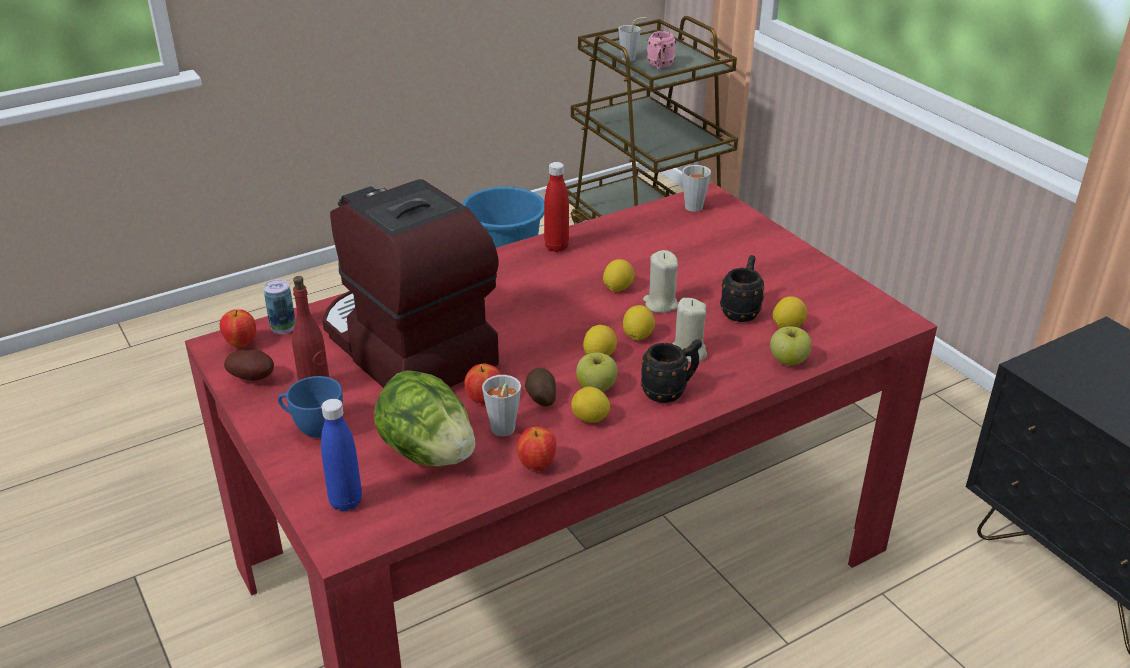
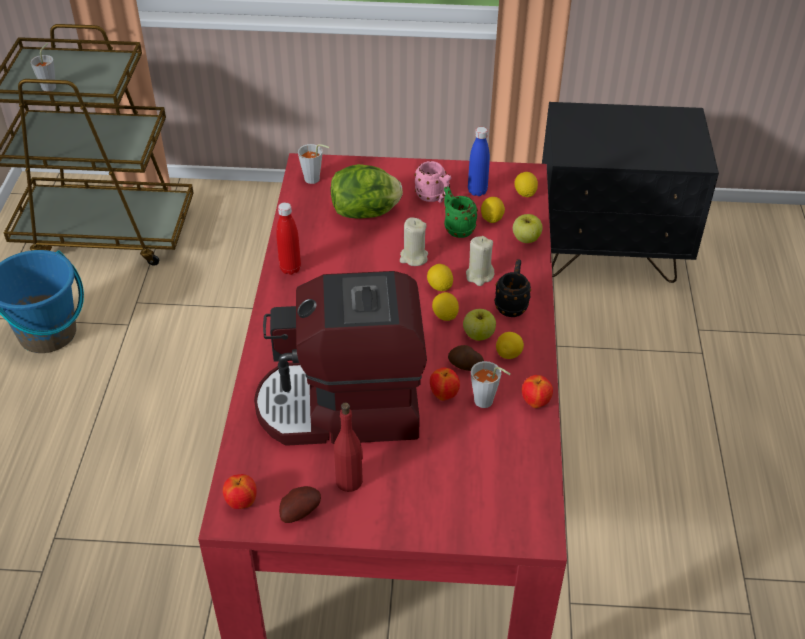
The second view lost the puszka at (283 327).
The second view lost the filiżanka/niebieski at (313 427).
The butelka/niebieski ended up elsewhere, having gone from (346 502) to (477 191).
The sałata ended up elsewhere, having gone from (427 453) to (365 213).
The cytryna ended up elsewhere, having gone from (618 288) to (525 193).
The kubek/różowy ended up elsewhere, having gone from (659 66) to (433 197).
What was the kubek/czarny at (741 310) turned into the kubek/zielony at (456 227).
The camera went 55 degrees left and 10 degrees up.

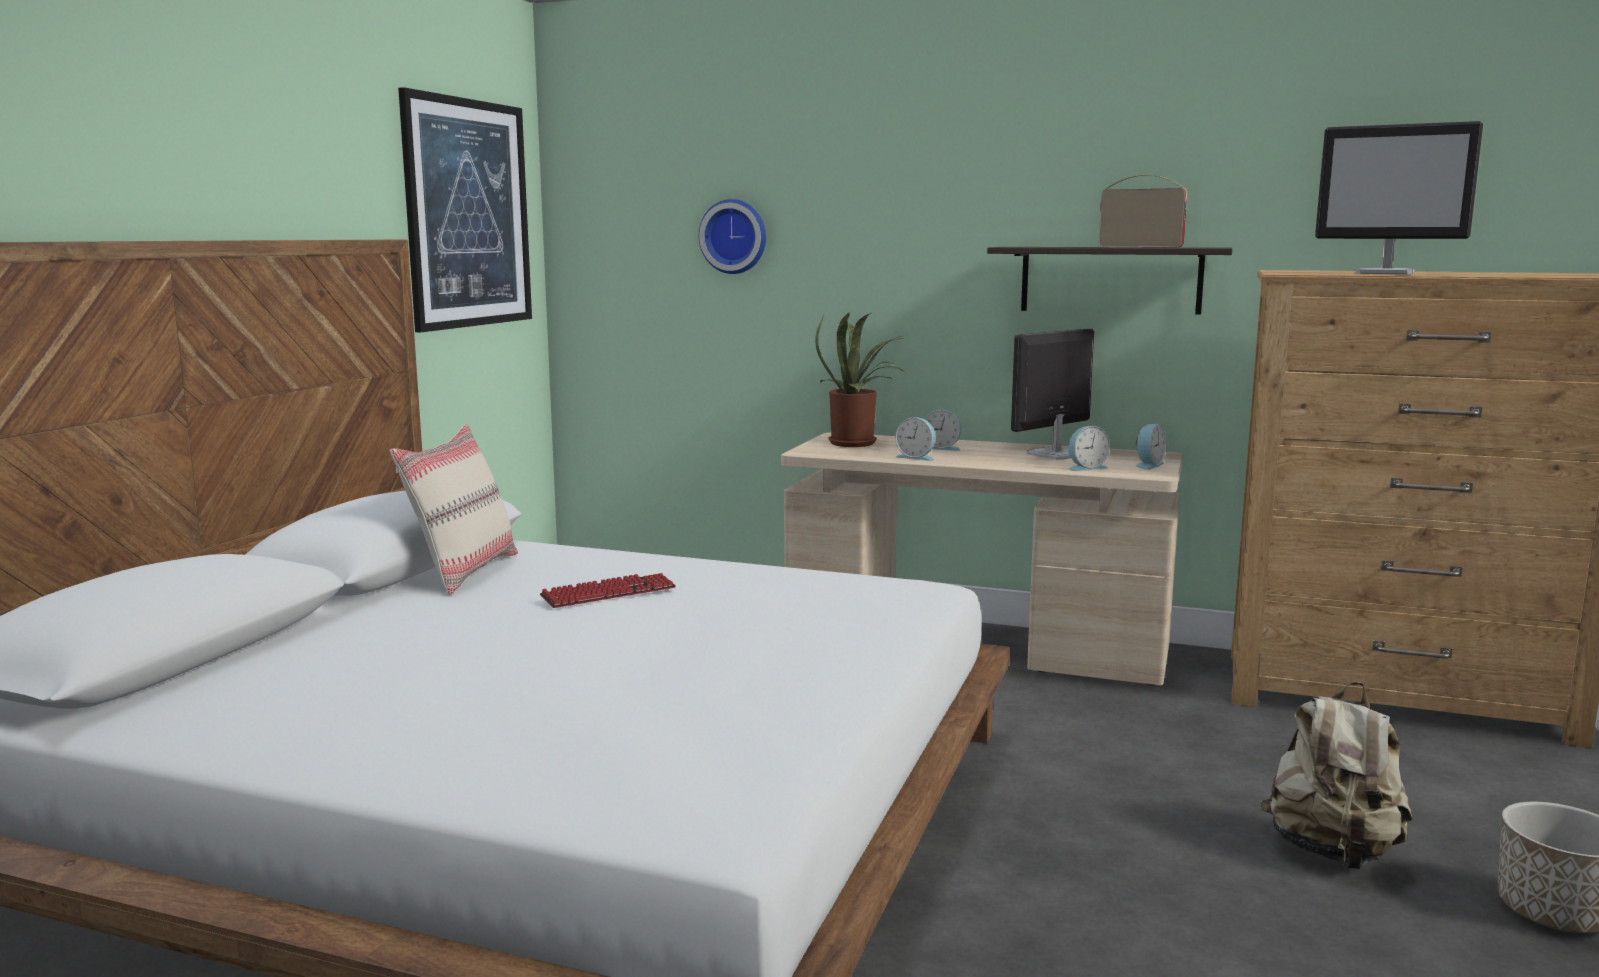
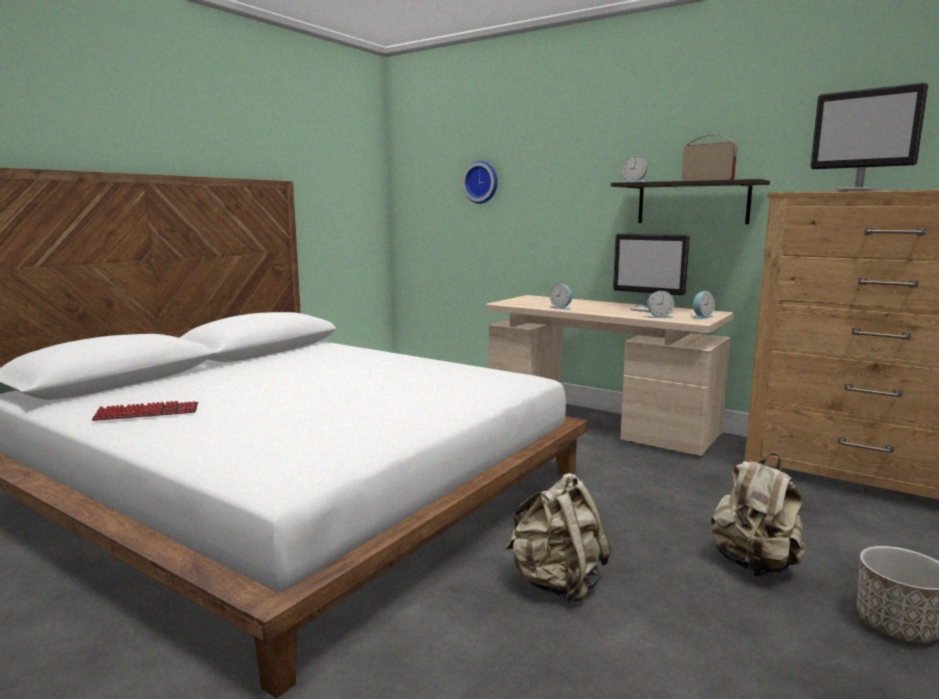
The second view lost the poduszka/beżowy at (463 572).
The second view lost the obraz at (468 214).
The second view lost the roślina doniczkowa at (858 443).
The second view gained the plecak/beżowy at (557 584).
The klawiatura ended up elsewhere, having gone from (609 593) to (147 413).
The budzik ended up elsewhere, having gone from (942 448) to (634 182).
The monitor at (1054 455) ended up facing another way, 120 degrees counterclockwise from before.
The camera went 15 degrees right and 0 degrees up.

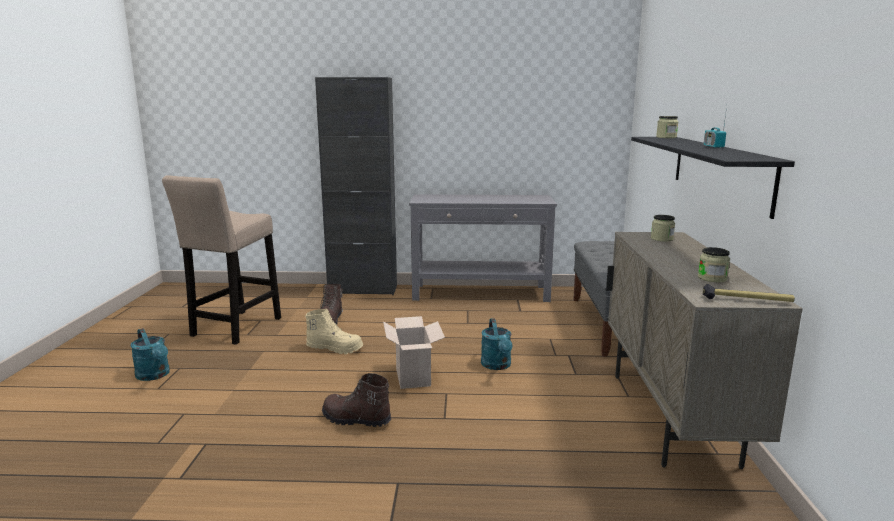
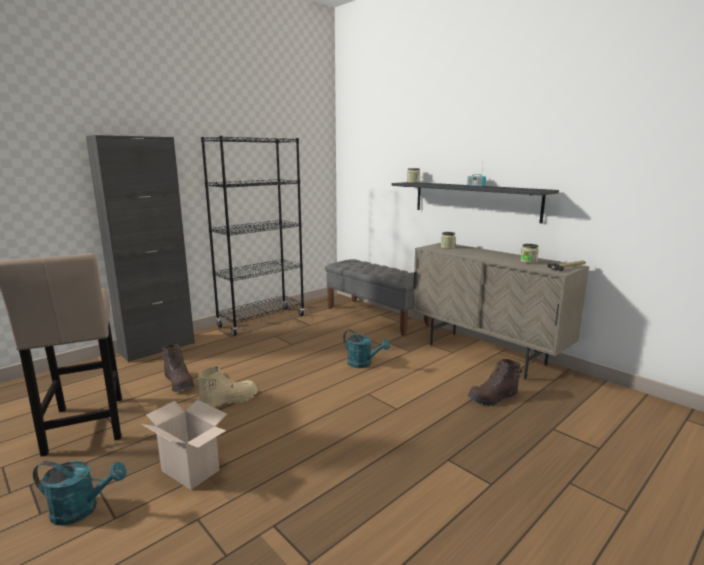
The but z cholewką/brązowy ended up elsewhere, having gone from (355 420) to (493 398).
The karton ended up elsewhere, having gone from (414 378) to (192 470).
Where the stolik konsolowy/szary stood at (481 293), the regał/czarny came to stand at (262 321).
The camera went 45 degrees left and 0 degrees up.

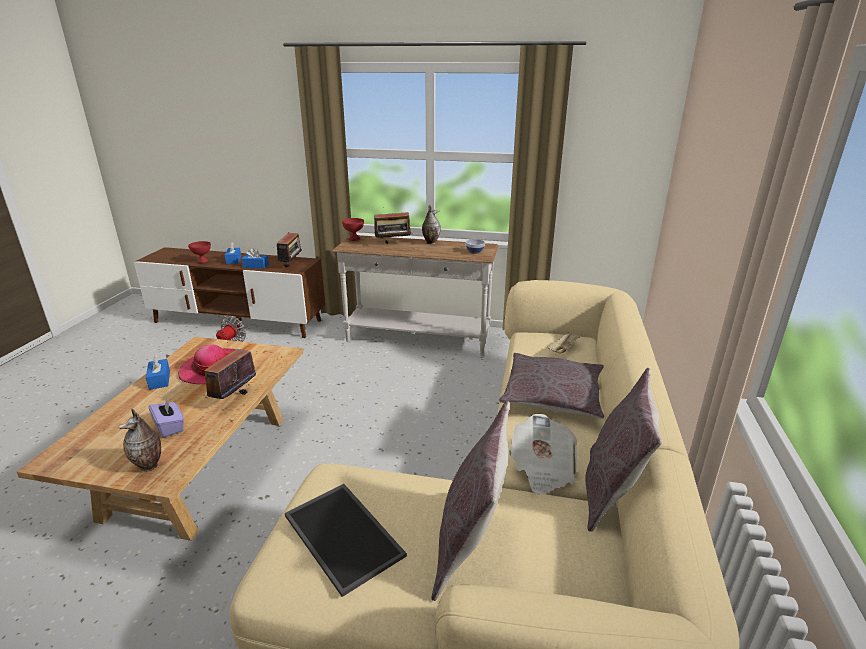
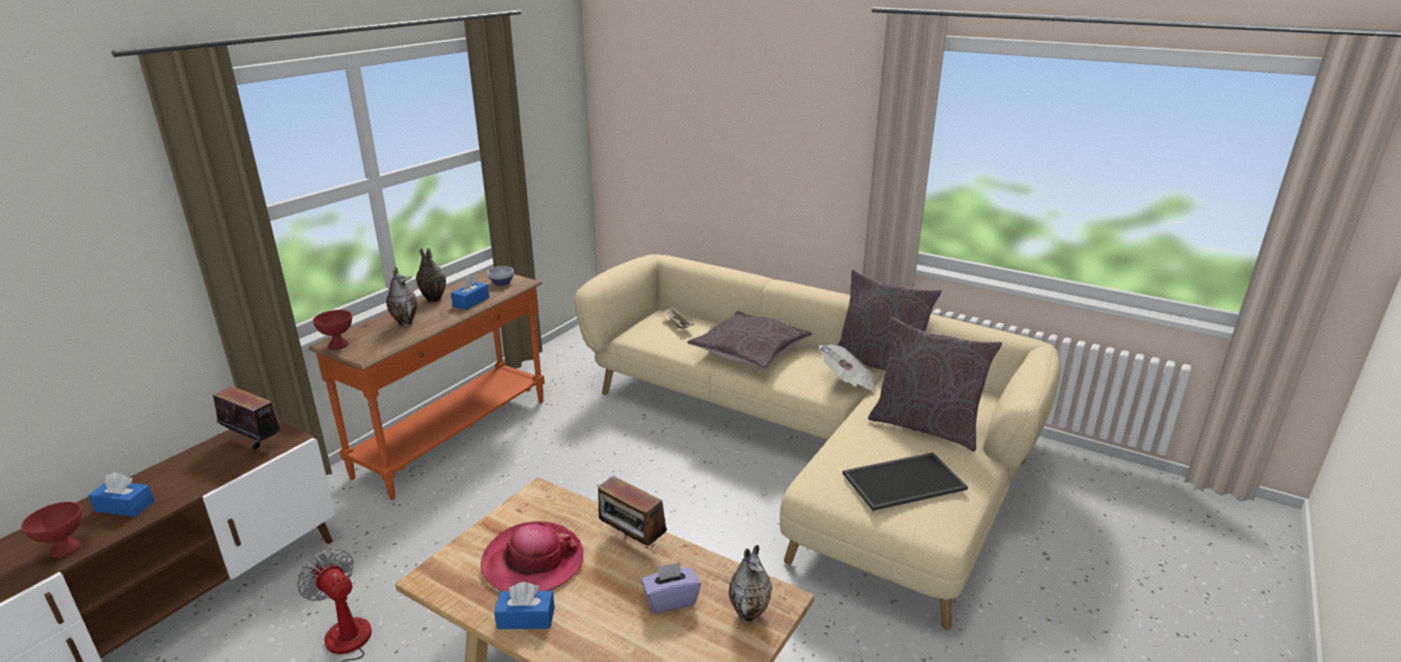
The pudełko chusteczek/niebieski ended up elsewhere, having gone from (256 266) to (471 302).
Where the radio stood at (393 244), the wazon came to stand at (405 322).
What was the stolik konsolowy/biały at (417 339) turned into the stolik konsolowy/pomarańczowy at (455 438).
The camera went 70 degrees left and 0 degrees up.

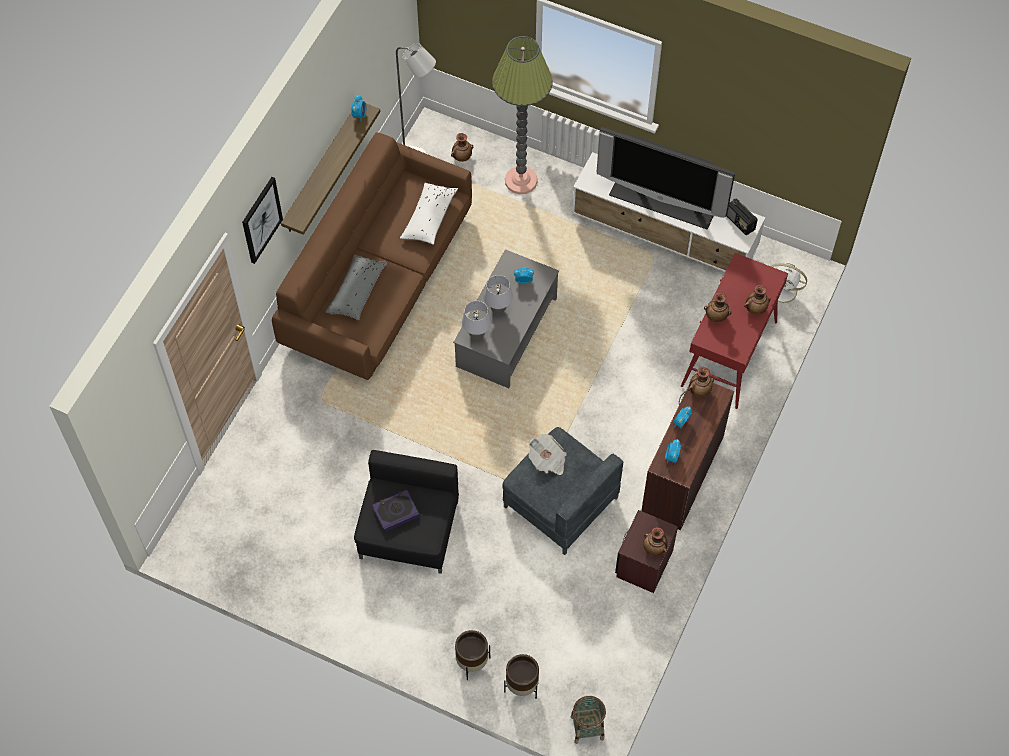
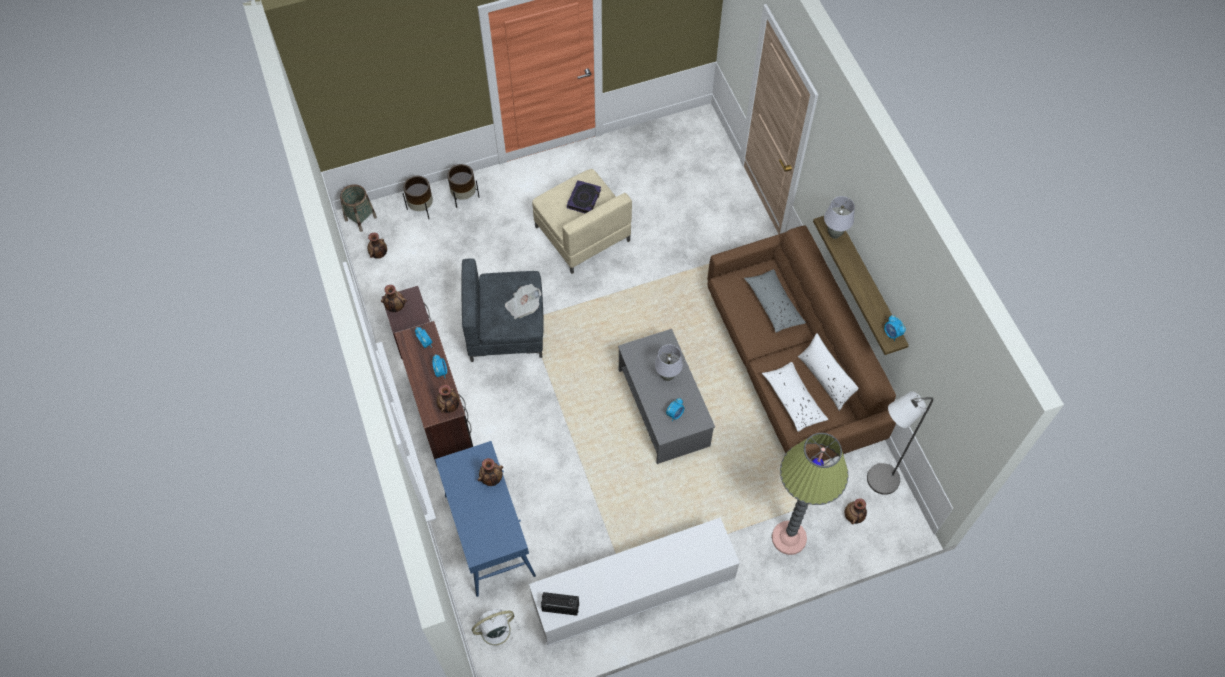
The second view lost the obraz at (261 220).
The second view lost the telewizor at (664 200).
The second view gained the poduszka/biały at (825 379).
The lampa stołowa/szary ended up elsewhere, having gone from (477 335) to (834 234).
The wazon ended up elsewhere, having gone from (755 308) to (379 254).
What was the fotel/czarny at (408 530) turned into the fotel/beżowy at (582 233).
What was the stolik konsolowy/czerwony at (729 354) turned into the stolik konsolowy/niebieski at (489 535).
The camera went 135 degrees right and 0 degrees up.

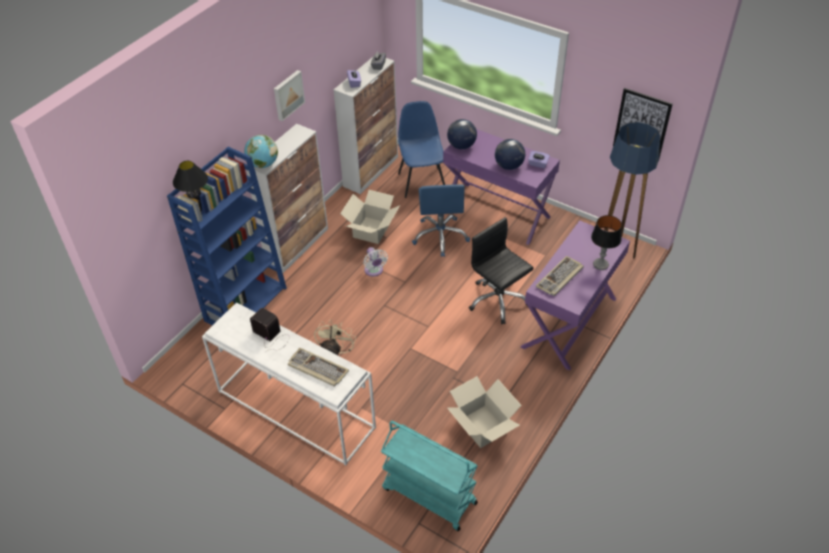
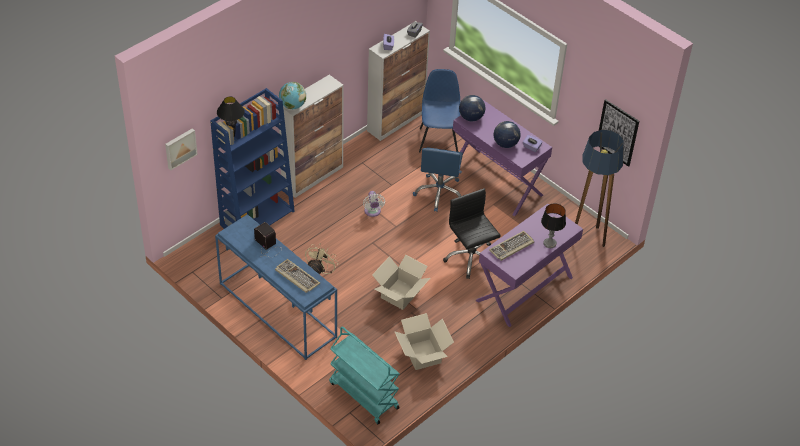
The obraz ended up elsewhere, having gone from (288 95) to (180 148).
The karton ended up elsewhere, having gone from (372 230) to (400 294).
What was the stolik konsolowy/biały at (294 409) turned into the stolik konsolowy/niebieski at (276 310).
The camera went 10 degrees right and 0 degrees up.

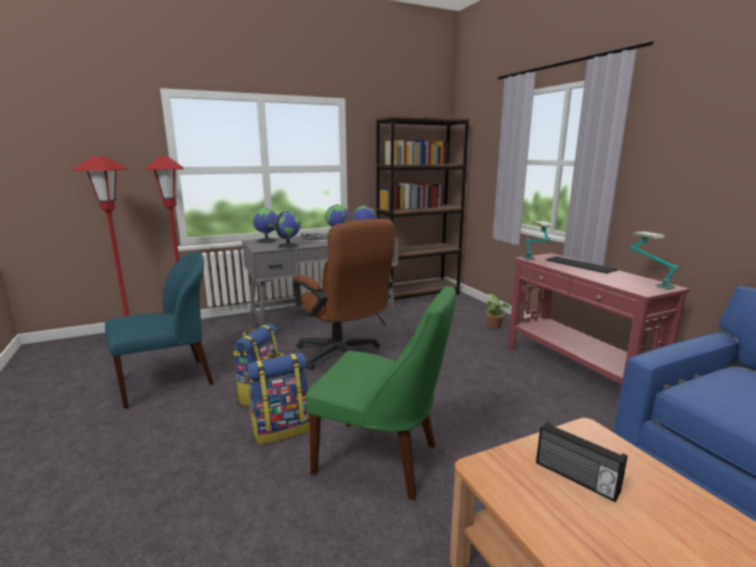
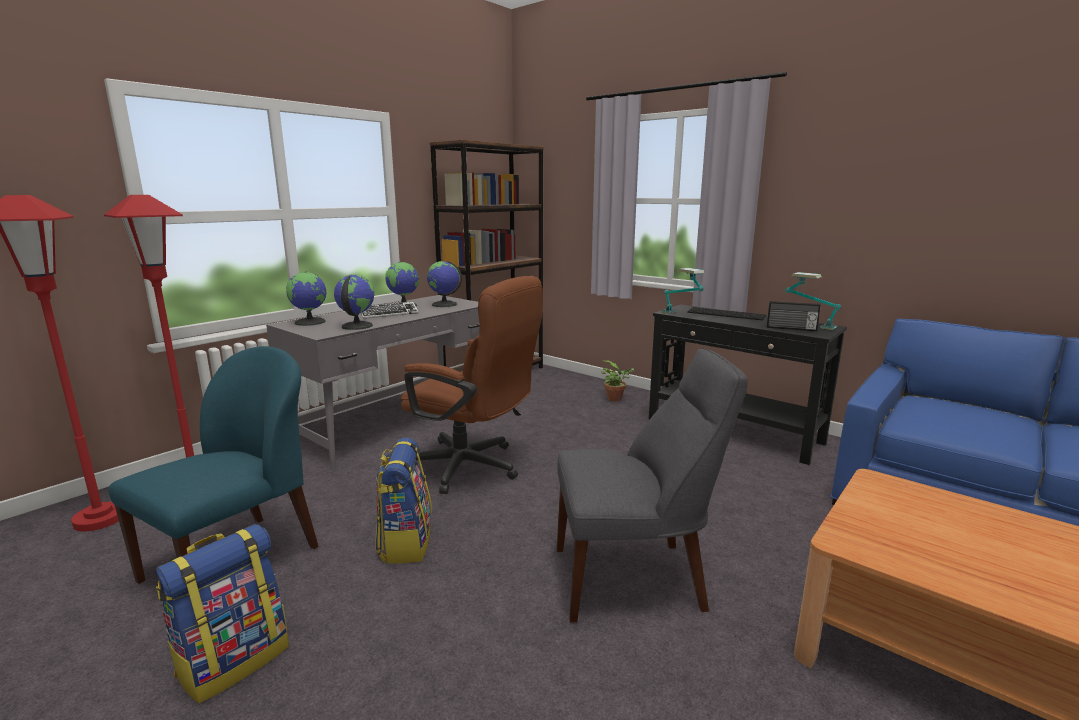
The plecak ended up elsewhere, having gone from (281 429) to (234 660).
The radio ended up elsewhere, having gone from (575 478) to (791 328).
What was the krzesło/zielony at (382 460) turned into the krzesło/szary at (635 578).
What was the stolik konsolowy/czerwony at (576 371) turned into the stolik konsolowy/czarny at (733 431).
The camera went 25 degrees left and 0 degrees up.

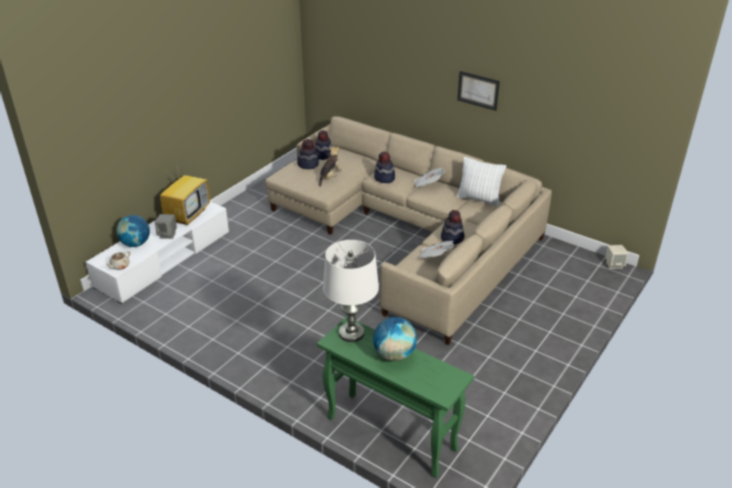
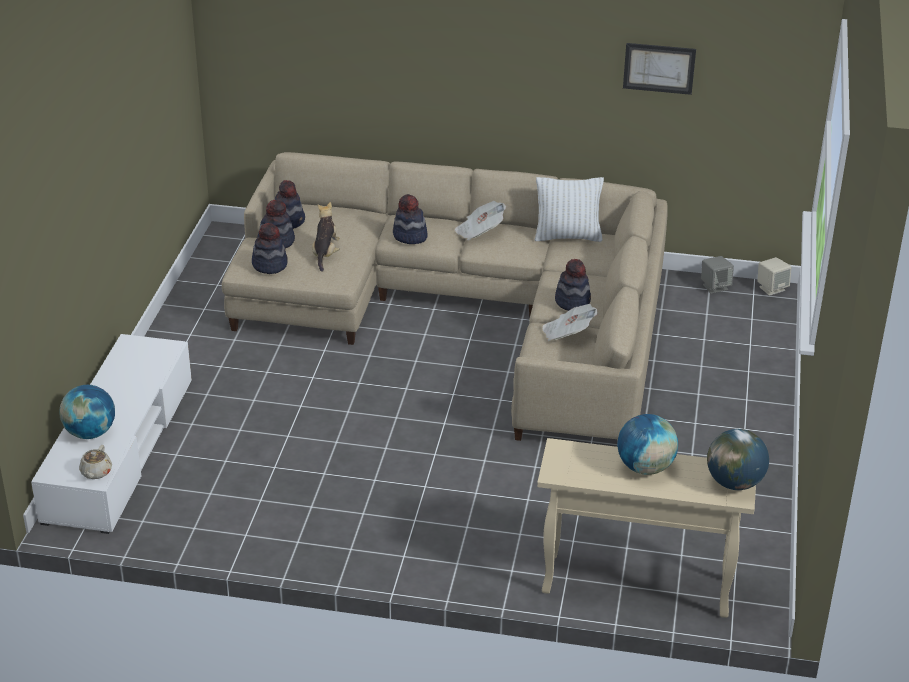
The second view lost the telewizor at (188 215).
The second view lost the lampa stołowa/biały at (351 333).
The second view gained the kapelusz at (270 265).
The second view gained the globus at (735 482).
The głośnik/szary ended up elsewhere, having gone from (168 234) to (715 287).
The obraz ended up elsewhere, having gone from (478 90) to (659 68).
What was the stolik konsolowy/zielony at (390 433) turned into the stolik konsolowy/beżowy at (634 585).
The camera went 25 degrees left and 0 degrees up.

